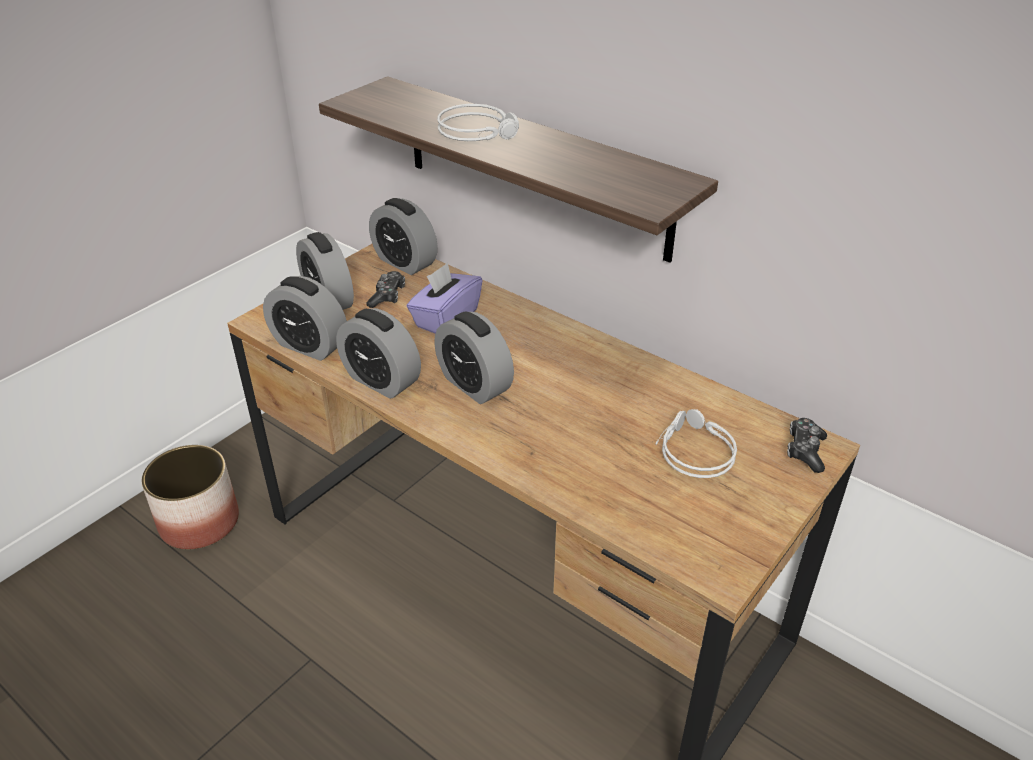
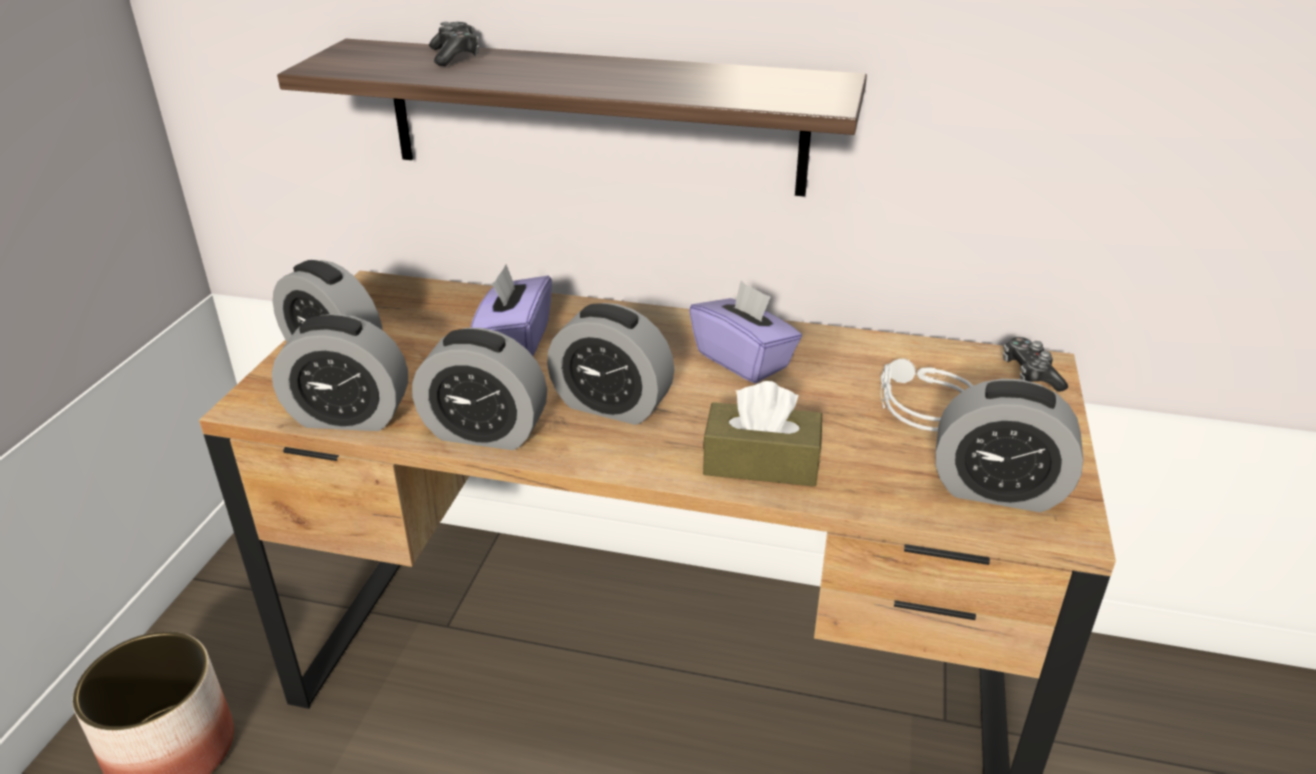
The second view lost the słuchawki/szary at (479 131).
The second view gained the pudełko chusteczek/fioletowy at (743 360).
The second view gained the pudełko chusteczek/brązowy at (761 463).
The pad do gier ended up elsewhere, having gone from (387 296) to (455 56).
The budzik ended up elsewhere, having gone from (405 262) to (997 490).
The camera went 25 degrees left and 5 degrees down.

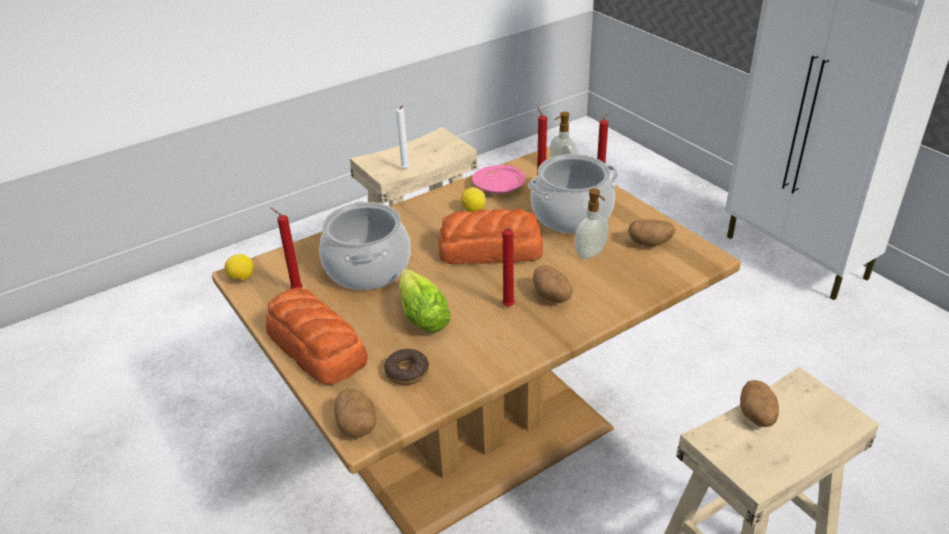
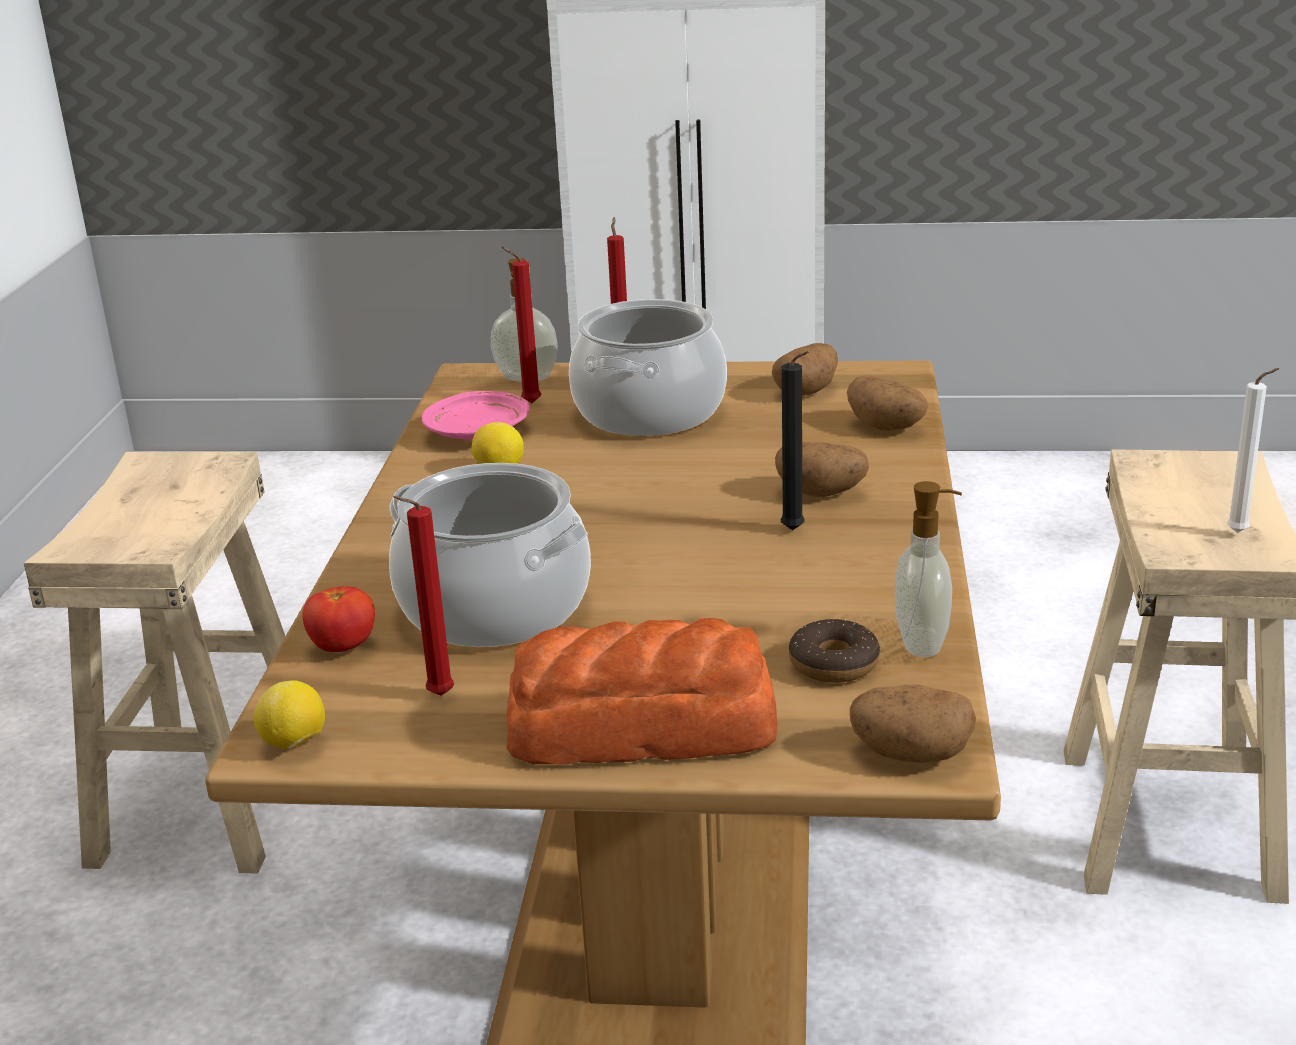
The second view lost the sałata at (421 313).
The second view lost the chleb at (491 250).
The second view gained the pomidor at (344 647).
The świeca/biały ended up elsewhere, having gone from (406 169) to (1241 533).
The dozownik mydła ended up elsewhere, having gone from (591 254) to (924 643).
The ziemniak ended up elsewhere, having gone from (756 416) to (887 427).
What was the świeca/czerwony at (508 307) turned into the świeca/czarny at (795 531).
The camera went 50 degrees left and 10 degrees down.

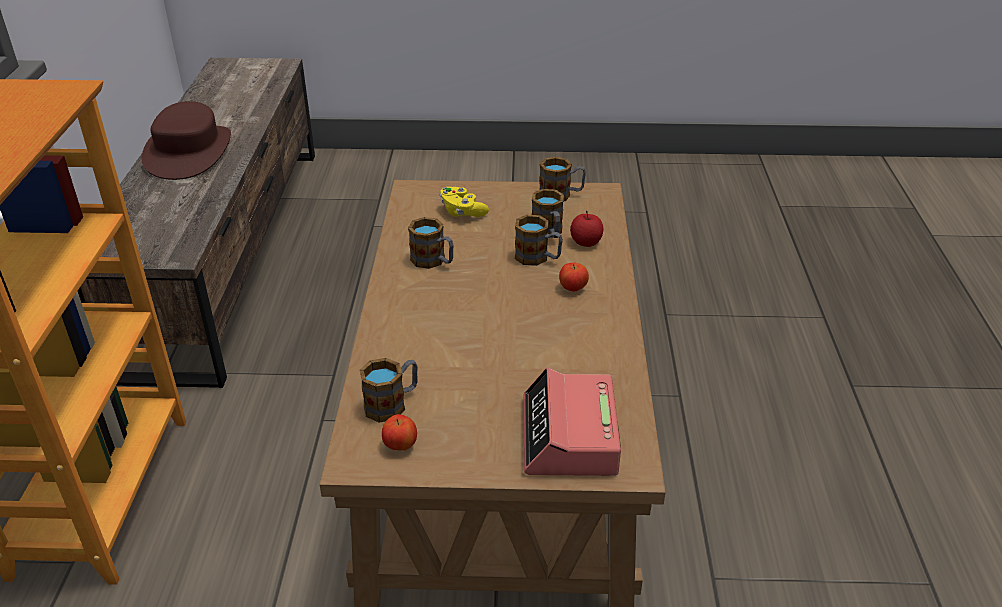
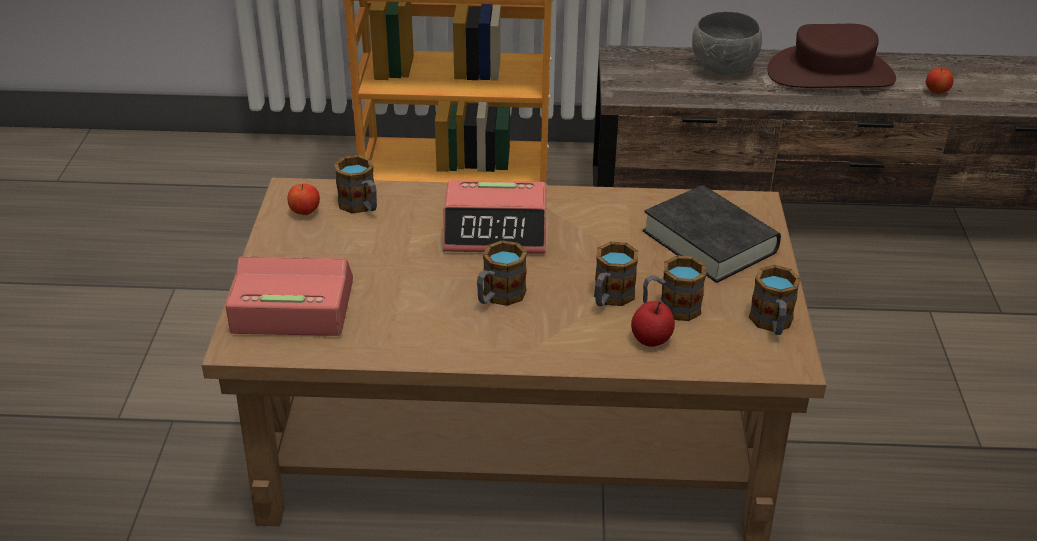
The second view gained the budzik at (496 230).
The second view gained the miska/szary at (724 69).
The kubek ended up elsewhere, having gone from (433 261) to (498 297).
The jabłko ended up elsewhere, having gone from (573 289) to (936 92).
Where the pad do gier/żółty stood at (462 212), the książka/czarny came to stand at (709 241).
The camera went 90 degrees right and 0 degrees up.

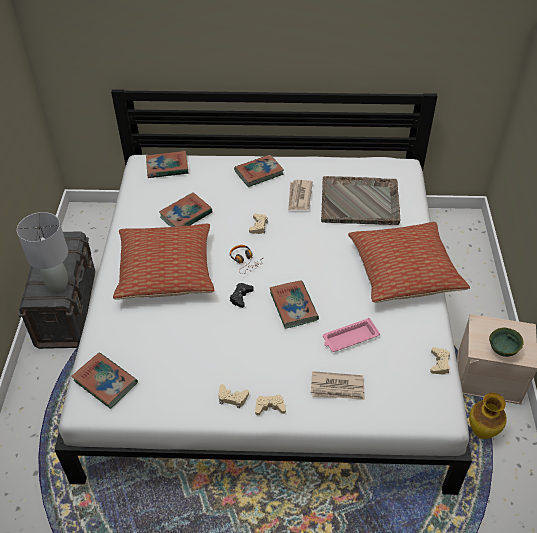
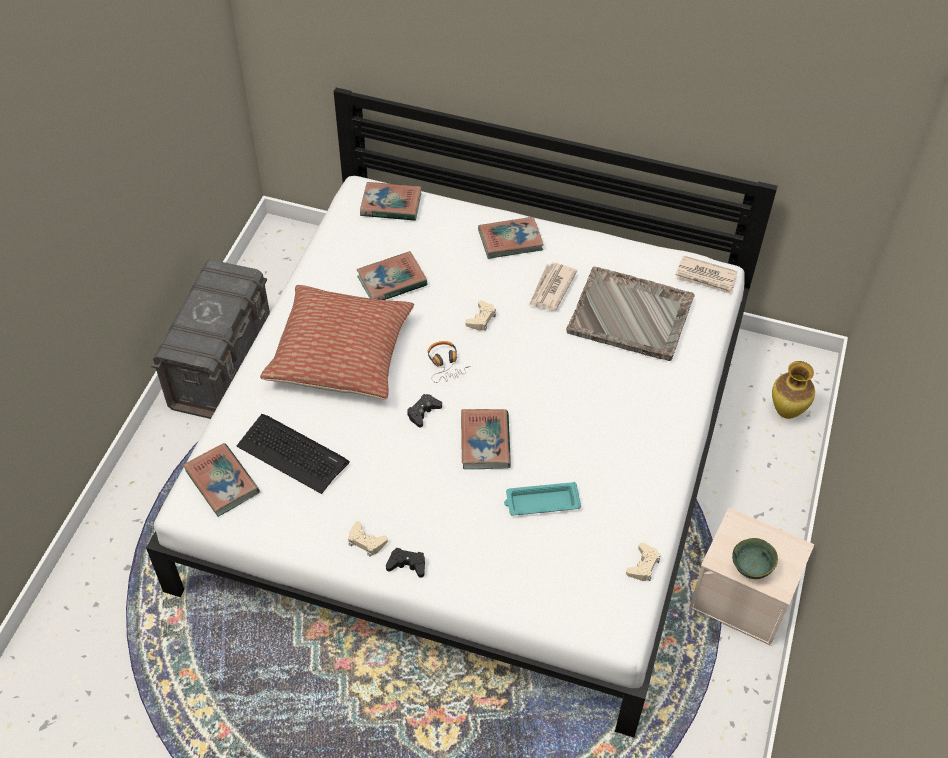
The second view lost the lampa stołowa/szary at (57 284).
The second view lost the poduszka at (404 271).
The second view gained the klawiatura at (292 453).
The gazeta ended up elsewhere, having gone from (337 388) to (706 277).
The wazon ended up elsewhere, having gone from (482 432) to (787 412).
What was the pad do gier/beżowy at (270 407) turned into the pad do gier/czarny at (407 565).
What was the taca/różowy at (349 338) turned into the taca/turkusowy at (541 502).
The camera went 15 degrees right and 5 degrees up.

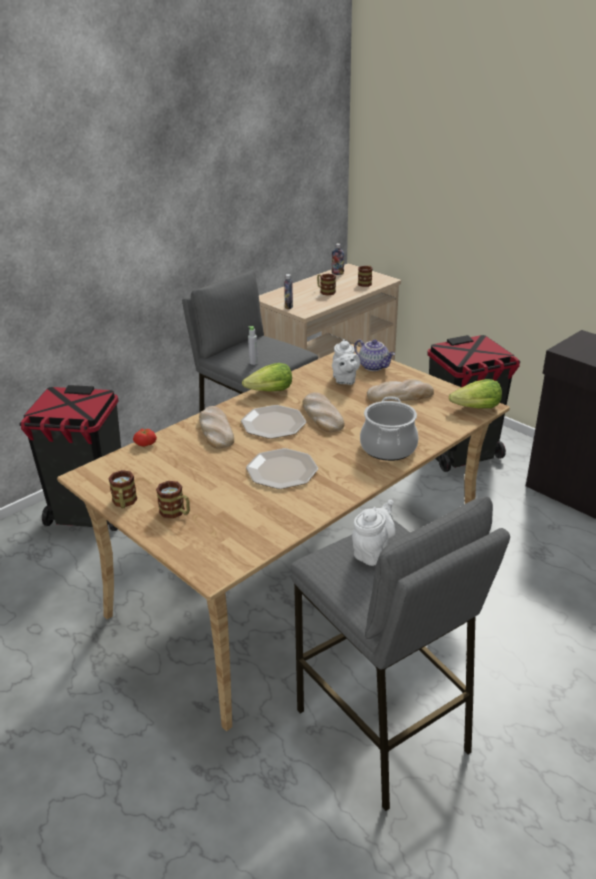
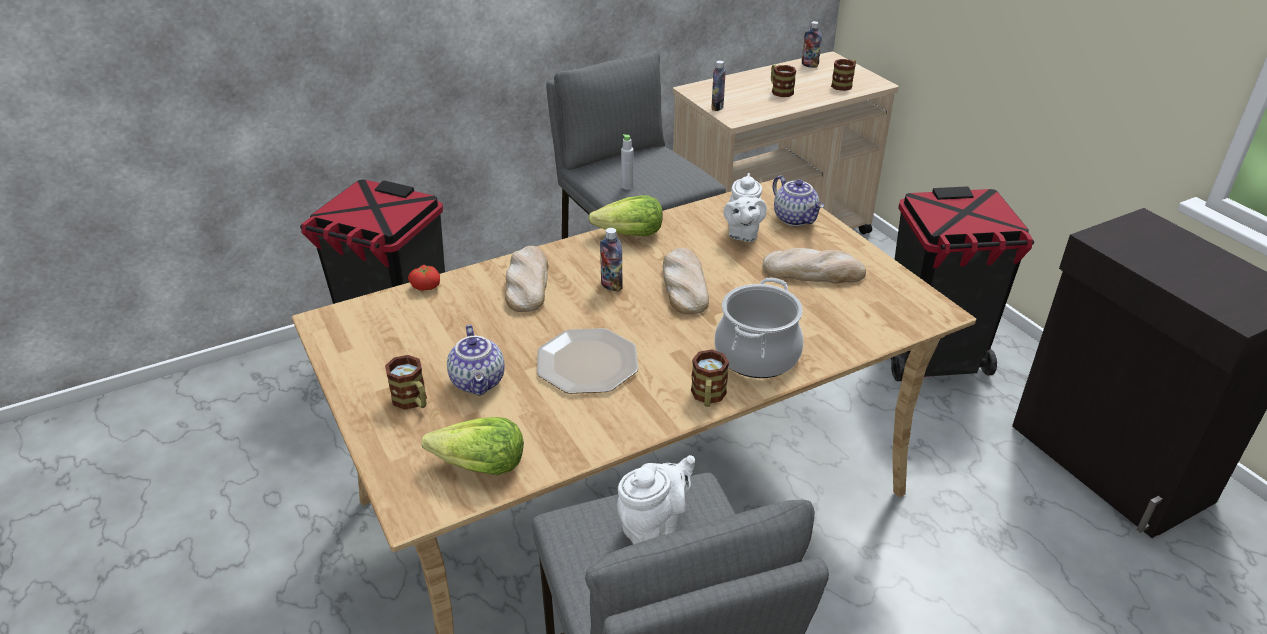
The second view gained the imbryk at (479 382).
The kubek ended up elsewhere, having gone from (124 503) to (708 397).
The sałata ended up elsewhere, having gone from (476 408) to (479 466).
Where the talerz stood at (274 423), the butelka came to stand at (611 285).
The camera went 15 degrees right and 5 degrees up.

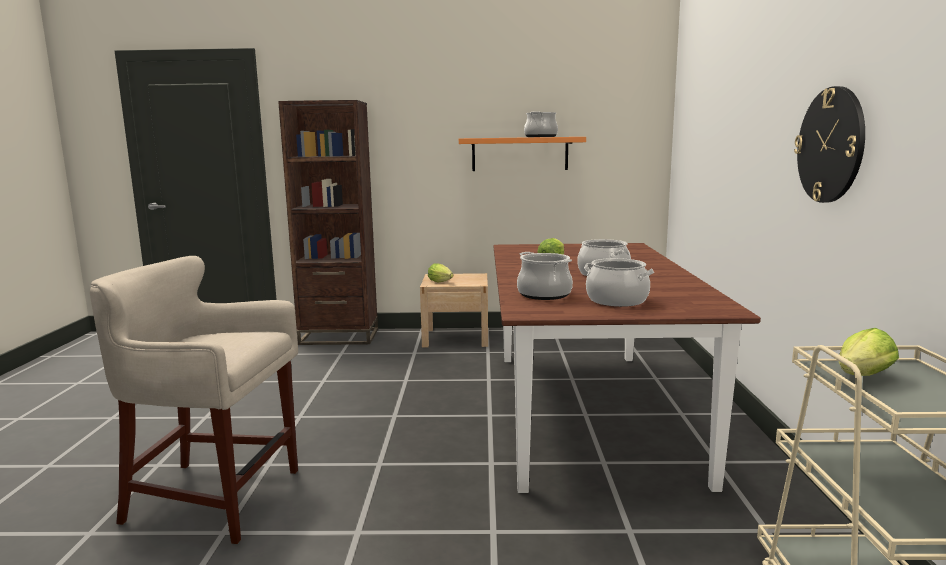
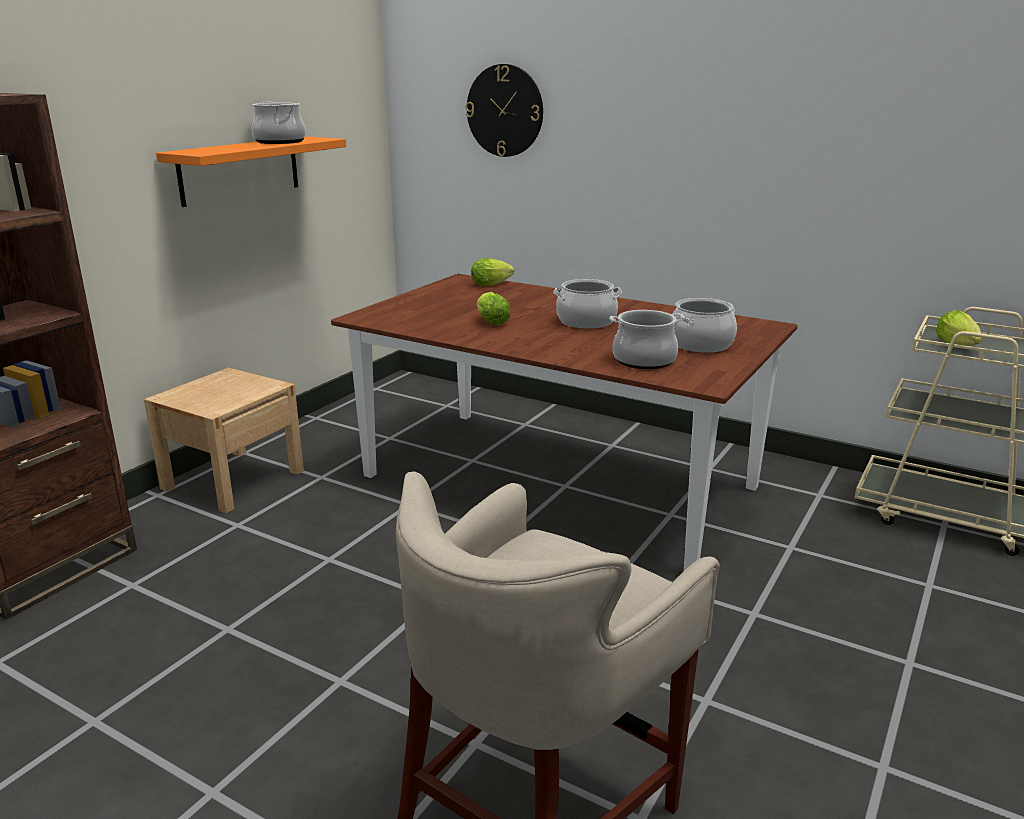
The sałata ended up elsewhere, having gone from (441 282) to (493 284).
The zegar ścienny ended up elsewhere, having gone from (830 145) to (505 111).
The camera went 60 degrees left and 10 degrees up.

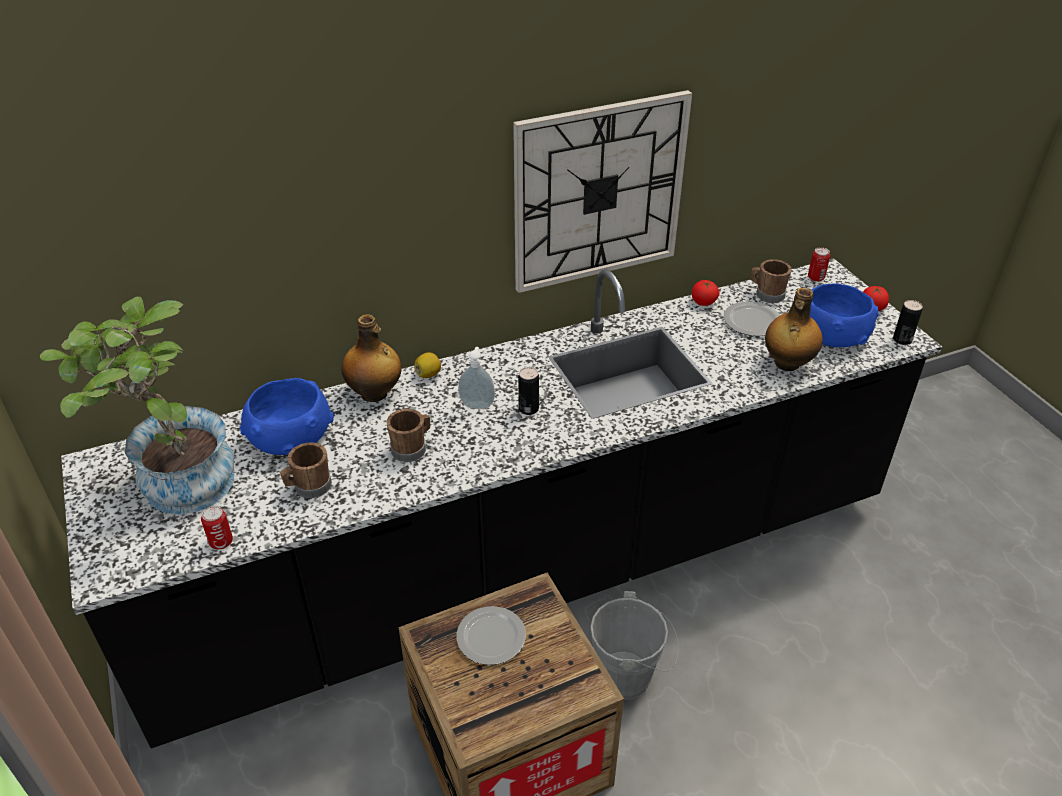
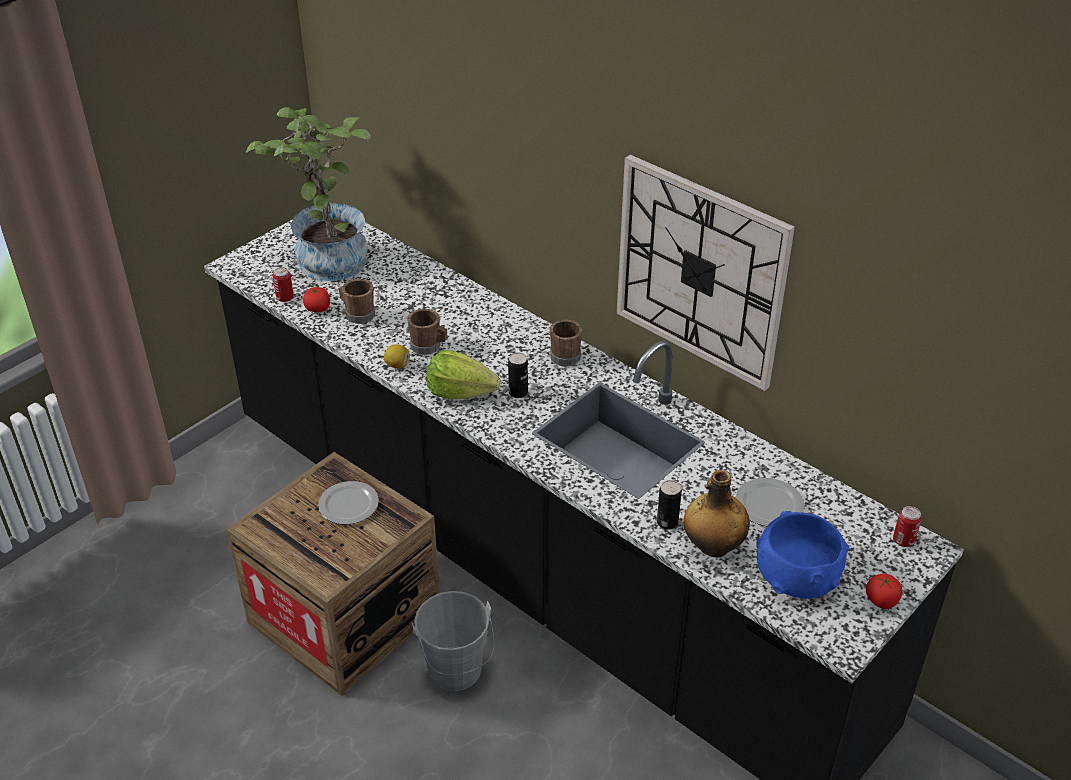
The second view lost the miska/niebieski at (290 436).
The second view lost the butelka at (375 394).
The second view lost the dozownik mydła at (477 404).
The second view gained the sałata at (460 392).
The cytryna ended up elsewhere, having gone from (428 374) to (397 365).
The pomidor ended up elsewhere, having gone from (703 302) to (318 309).
The kubek/brązowy ended up elsewhere, having gone from (766 294) to (565 354).
The puszka ended up elsewhere, having gone from (902 340) to (667 522).
The camera went 65 degrees right and 0 degrees up.

